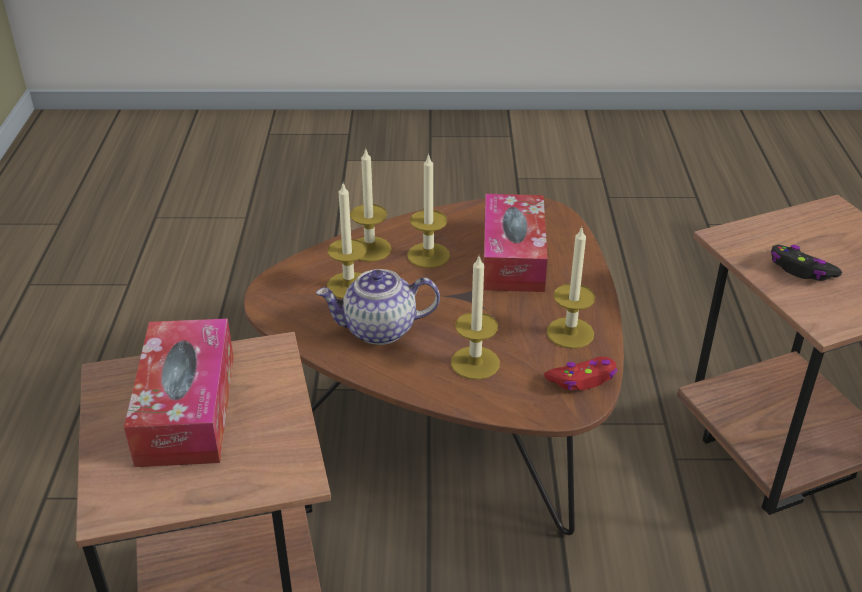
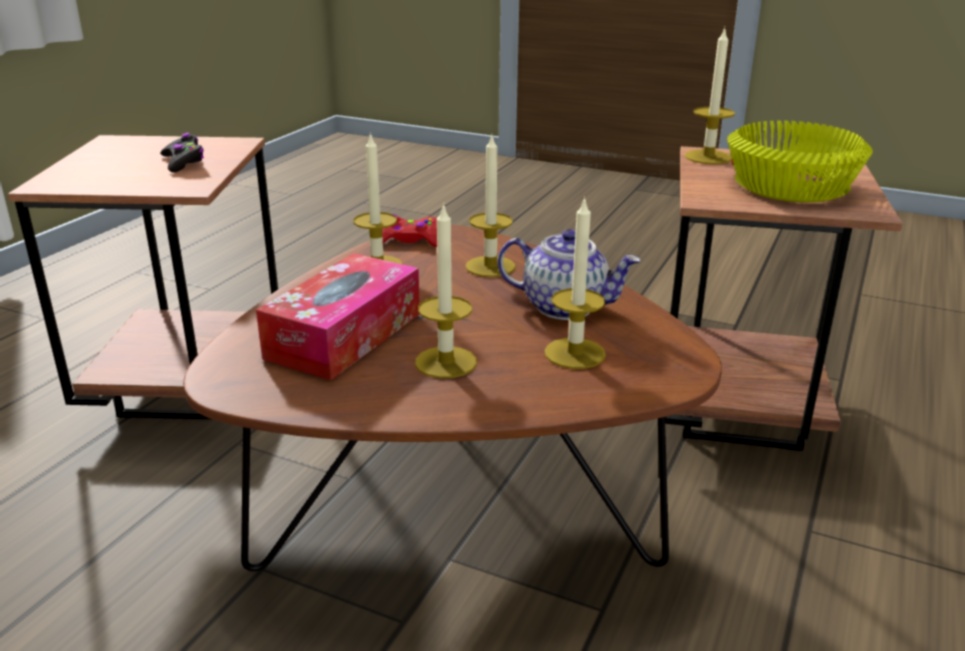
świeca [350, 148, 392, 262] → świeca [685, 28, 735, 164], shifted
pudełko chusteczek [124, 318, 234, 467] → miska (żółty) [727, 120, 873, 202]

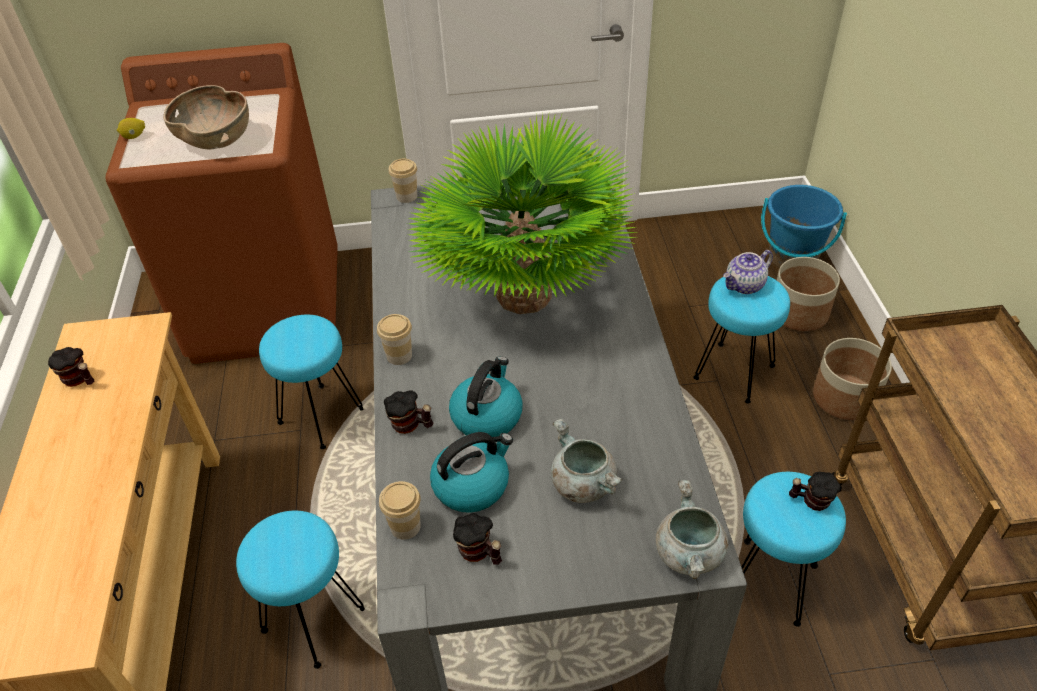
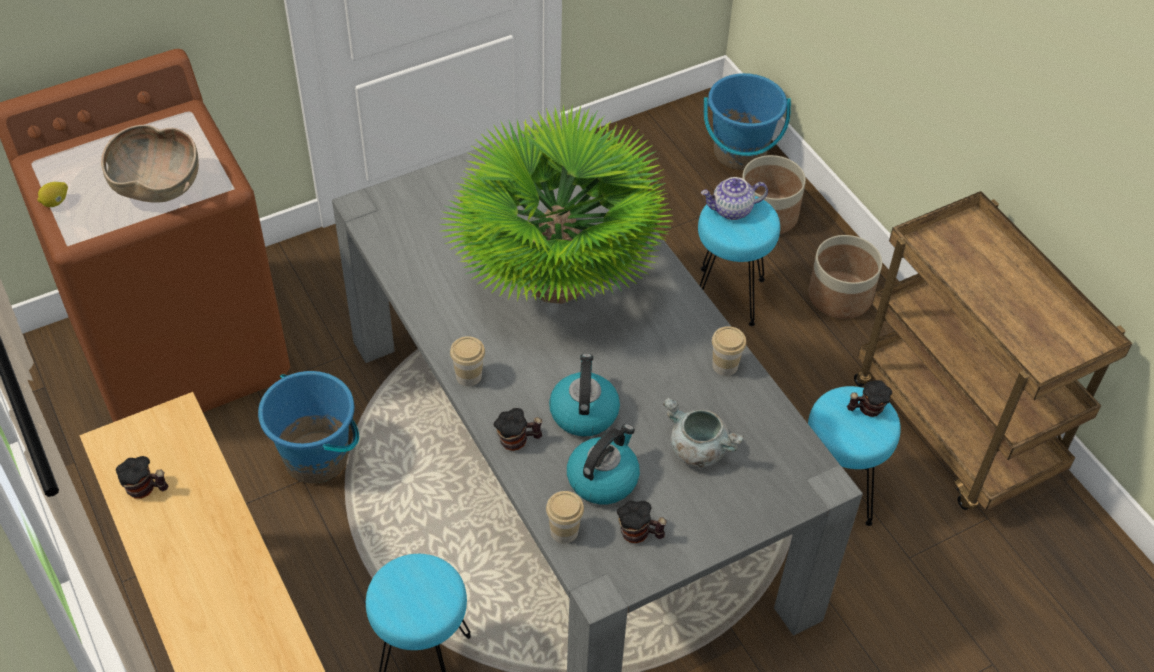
stołek (turkusowy) [259, 315, 363, 449] → wiadro (niebieski) [258, 371, 359, 484]
imbryk [723, 250, 773, 294] → imbryk [701, 177, 768, 220], 45 degrees clockwise
filiżanka [389, 159, 417, 203] → filiżanka [712, 326, 746, 376], shifted
garnek (szary) [656, 480, 728, 579] → -

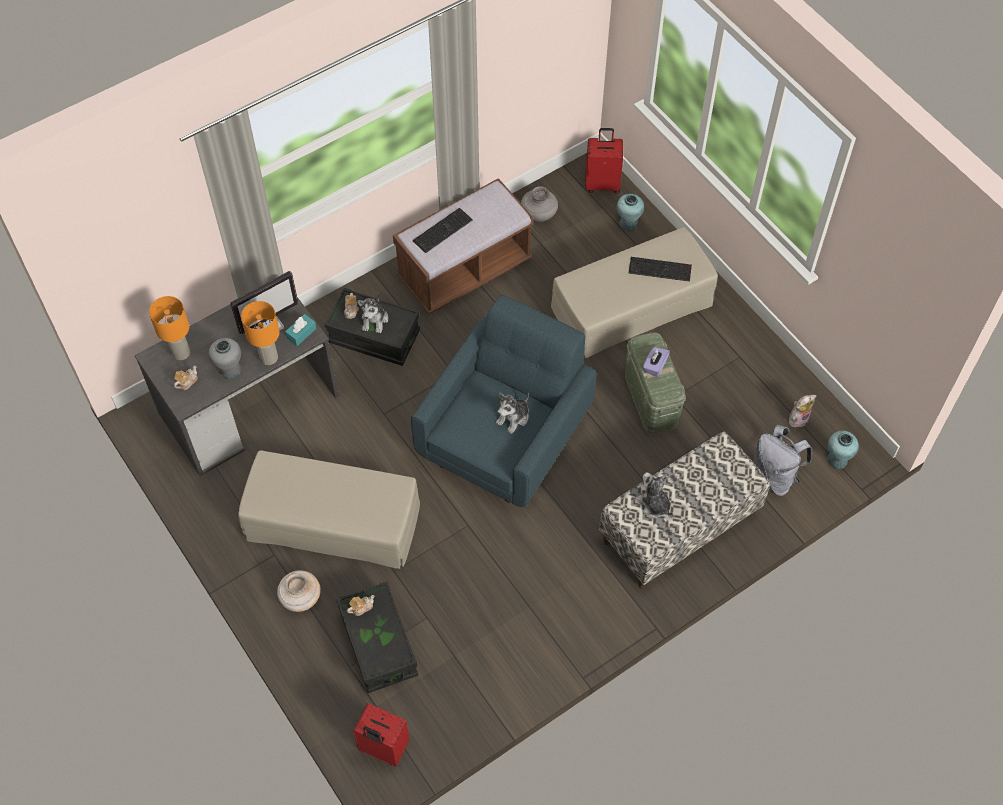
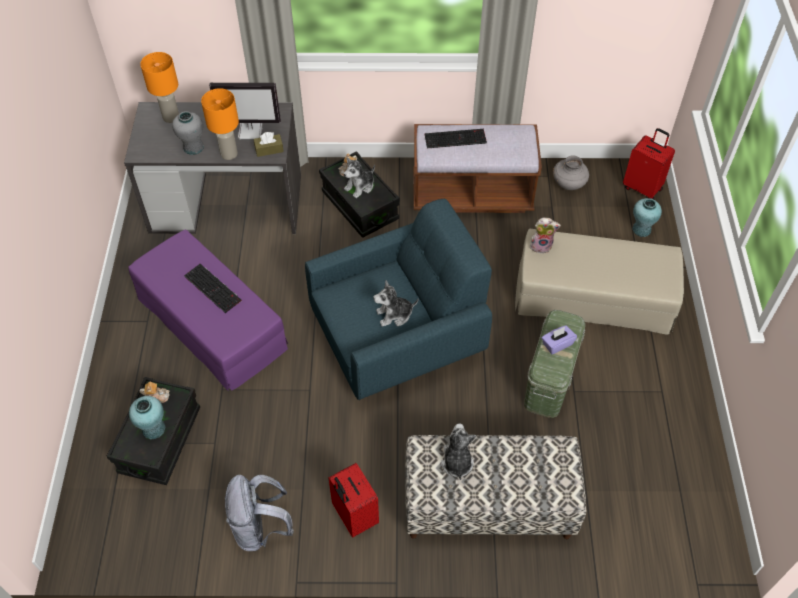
pufa (beżowy) [238, 450, 420, 569] → pufa (fioletowy) [128, 230, 288, 391]
wazon (turkusowy) [827, 430, 859, 469] → wazon (turkusowy) [129, 396, 165, 439], shifted
klawiatura [628, 257, 692, 282] → klawiatura [184, 264, 242, 313], shifted
plecak (szary) [753, 425, 812, 496] → plecak (szary) [225, 475, 294, 551], shifted
pudełko chusteczek (turkusowy) [285, 314, 316, 346] → pudełko chusteczek (brązowy) [254, 132, 284, 157]
walizka (czerwony) [353, 703, 410, 767] → walizka (czerwony) [328, 463, 379, 538], shifted
pluszak [789, 395, 817, 427] → pluszak [530, 218, 561, 254], shifted
imbryk [174, 366, 198, 390] → -
wazon (beżowy) [277, 570, 321, 612] → -

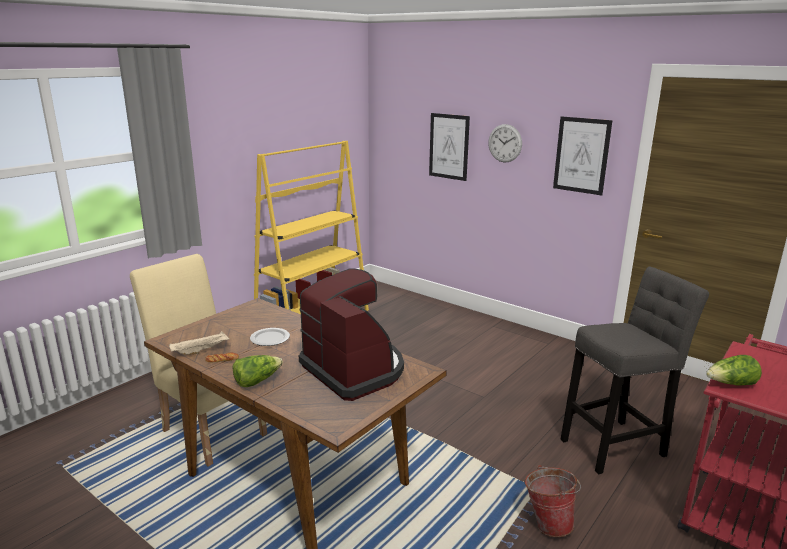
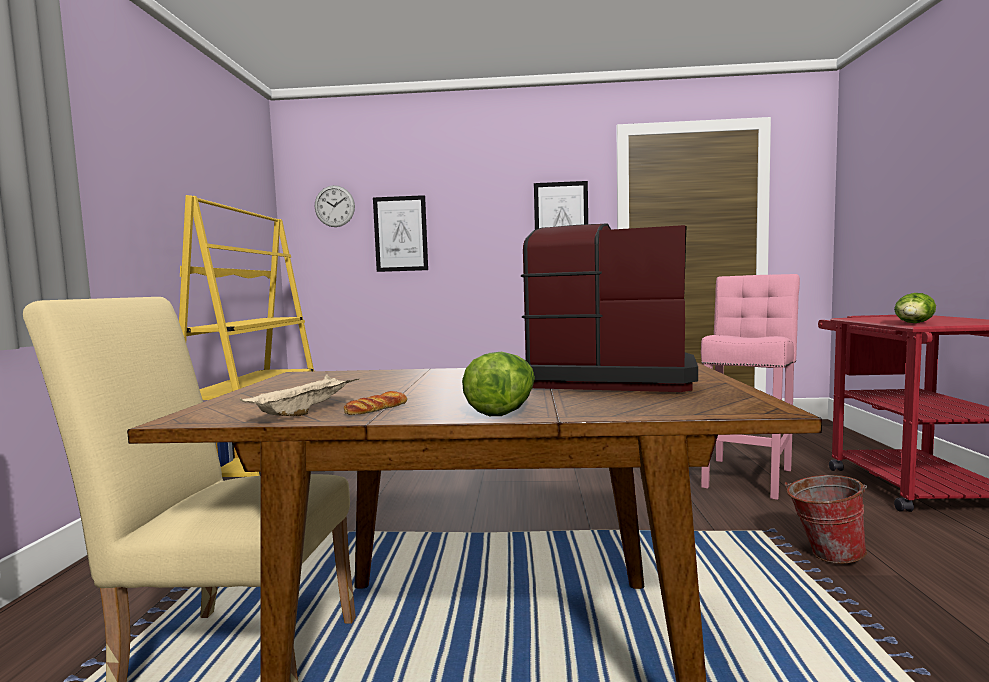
zegar ścienny [488, 124, 522, 162] → zegar ścienny [315, 185, 355, 227], shifted
stołek (szary) [560, 267, 709, 474] → stołek (różowy) [701, 274, 800, 500]
talerz [250, 328, 290, 346] → -

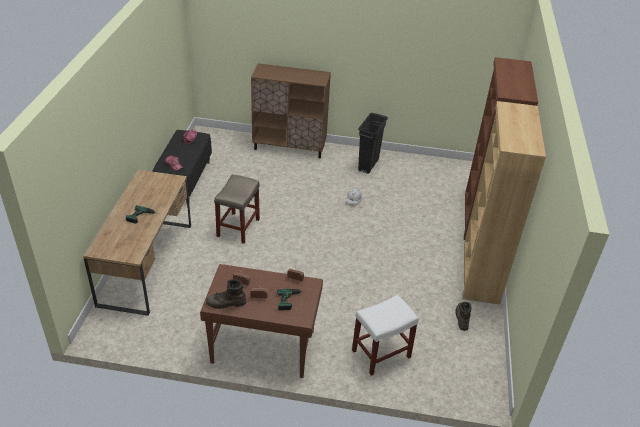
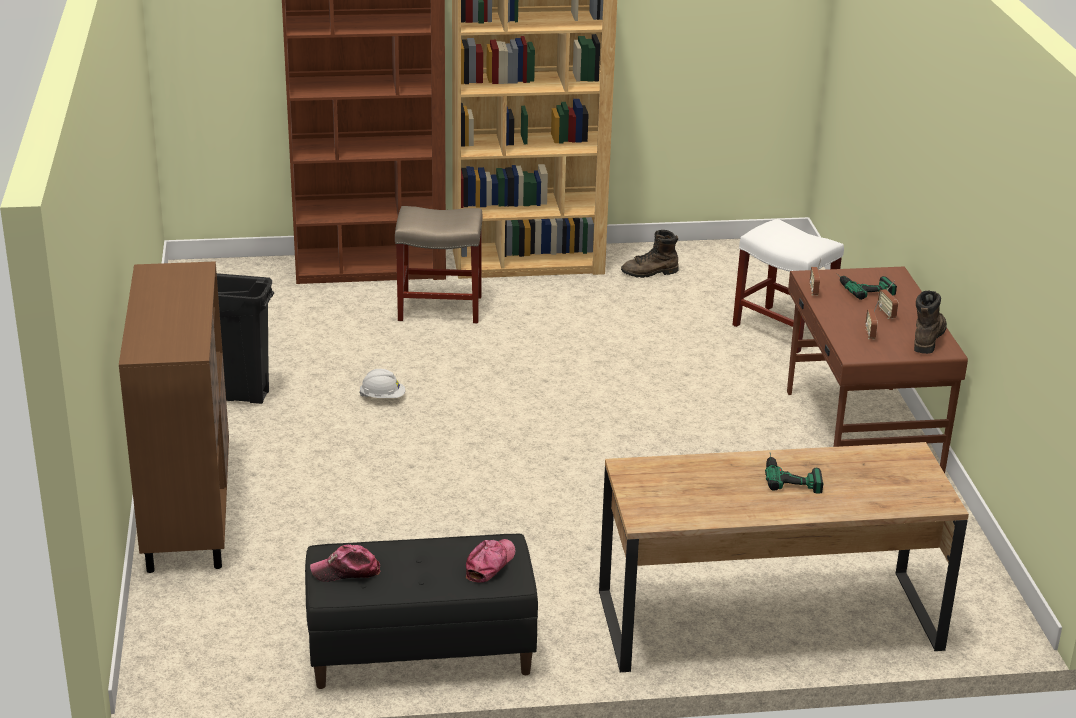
stołek (beżowy) [214, 175, 260, 244] → stołek (beżowy) [395, 206, 482, 323], shifted
but z cholewką (brązowy) [206, 279, 246, 309] → but z cholewką (brązowy) [914, 291, 947, 354], 135 degrees counterclockwise

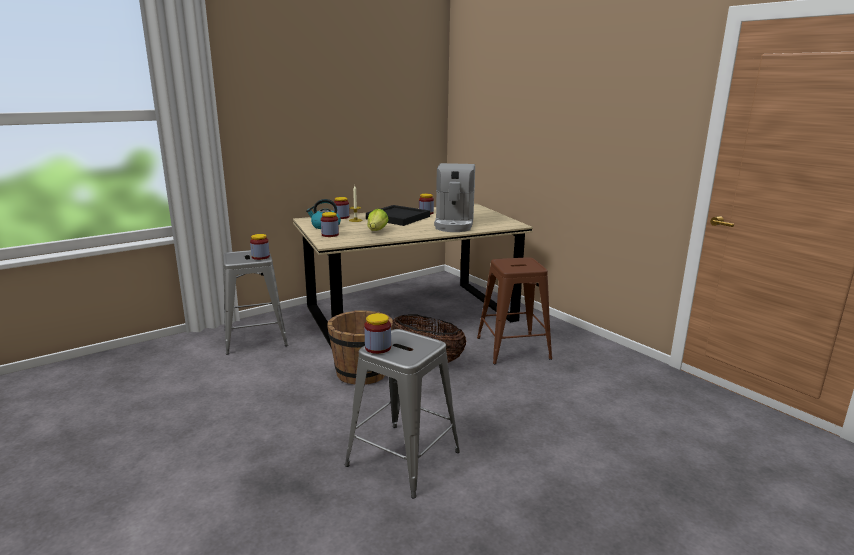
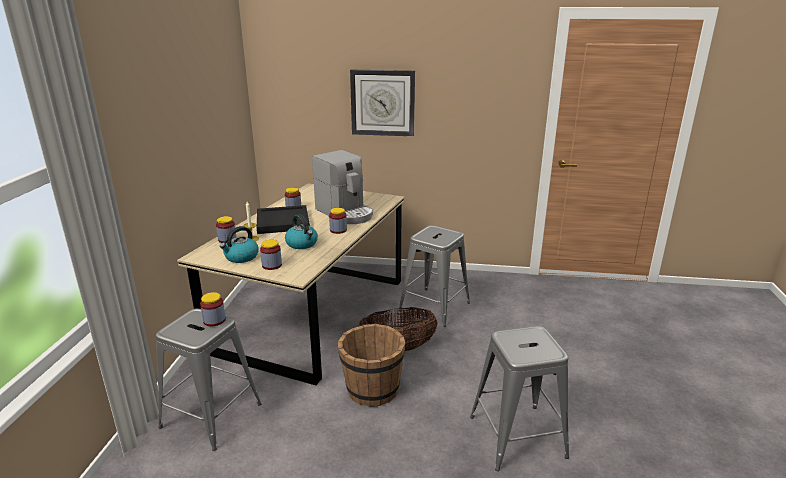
sałata [367, 209, 389, 231] → czajnik [285, 214, 318, 249]
słoik [364, 313, 391, 354] → słoik [329, 208, 347, 234], shifted
- → zegar ścienny [350, 70, 415, 136]
stołek (brązowy) [477, 257, 552, 364] → stołek (szary) [399, 225, 470, 327]

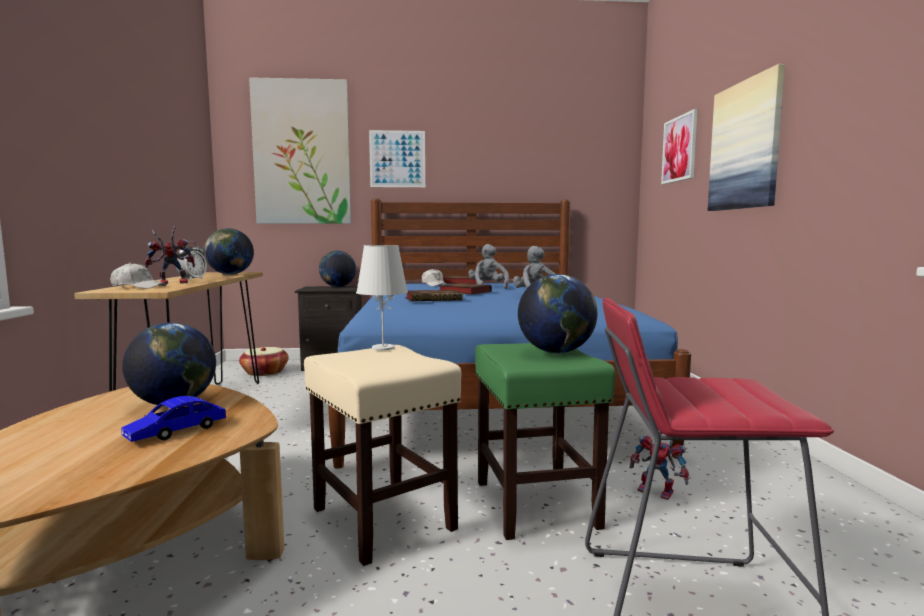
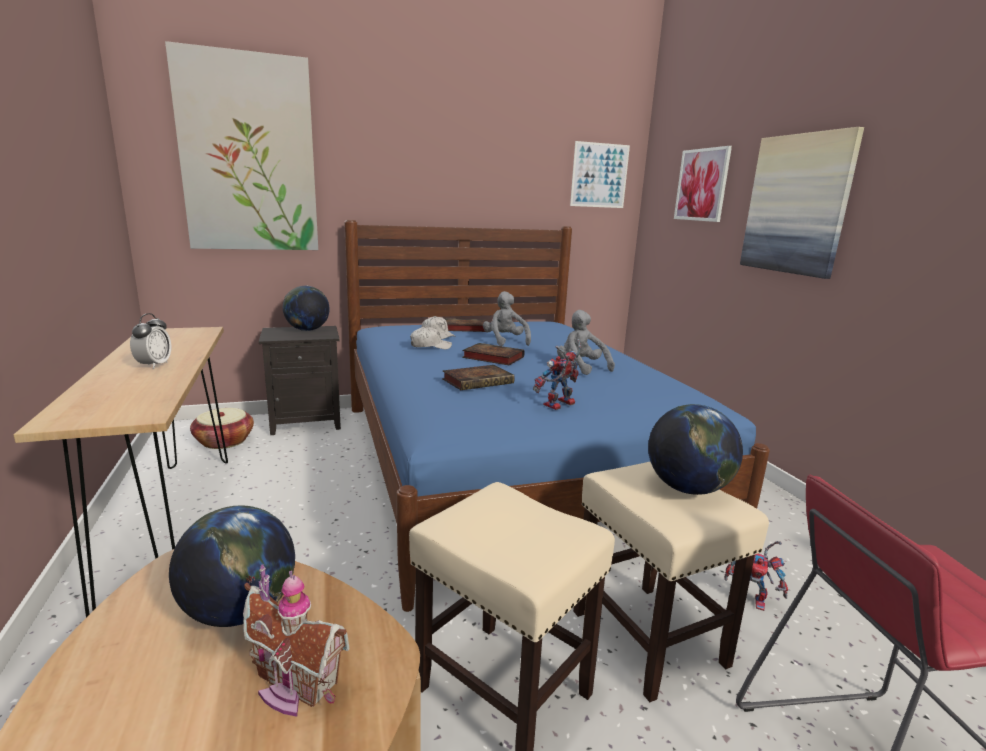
samochodzik (niebieski) [121, 396, 226, 442] → domek [243, 564, 350, 717]
czapka z daszkiem (biały) [110, 263, 167, 289] → czapka z daszkiem (biały) [410, 326, 452, 349], shifted
robot zabawkowy [145, 226, 195, 284] → robot zabawkowy [533, 339, 581, 410], shifted
obraz [369, 130, 425, 187] → obraz [570, 141, 630, 208], shifted
stołek (zielony) [475, 343, 615, 540] → stołek (beżowy) [573, 462, 769, 702]
globus [204, 228, 254, 275] → -
lampa stołowa (biały) [356, 245, 408, 350] → -

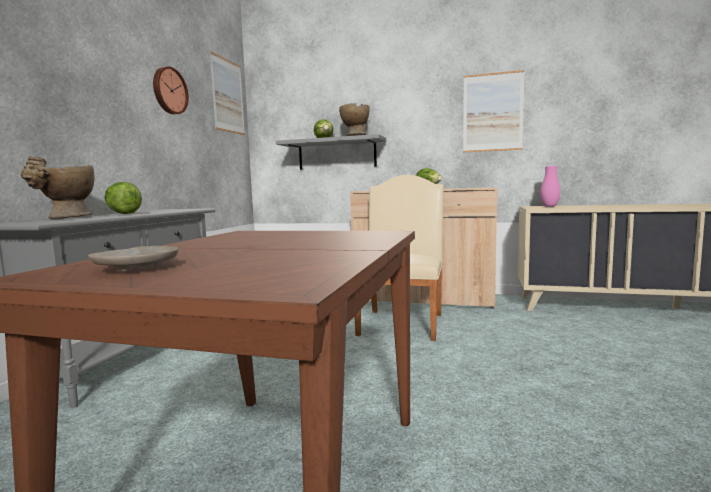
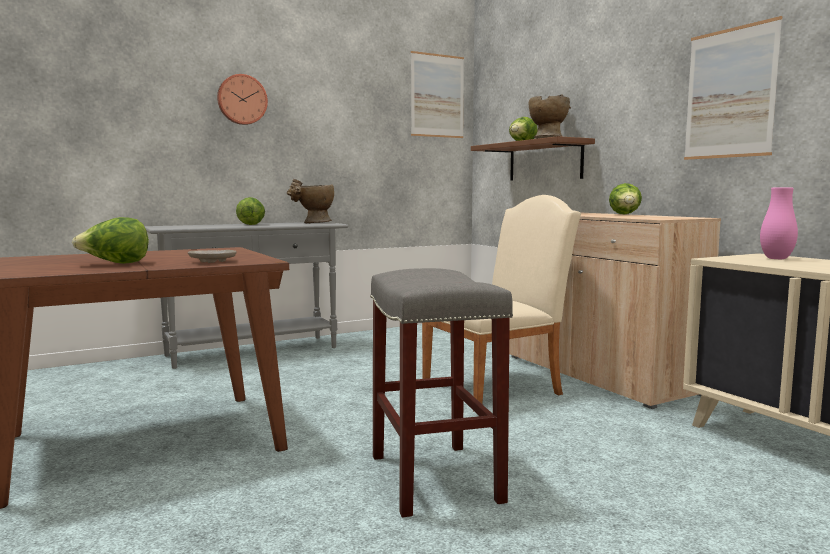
- → sałata [72, 217, 149, 264]
talerz (beżowy) [88, 246, 179, 272] → talerz (beżowy) [188, 250, 237, 263], shifted
zegar ścienny [153, 66, 189, 115] → zegar ścienny [217, 74, 268, 125], shifted
wazon (beżowy) [21, 156, 95, 219] → wazon (beżowy) [286, 179, 334, 223], shifted
- → stołek (szary) [370, 268, 513, 517]
półka (szary) [276, 134, 386, 170] → półka (brązowy) [471, 136, 595, 180]

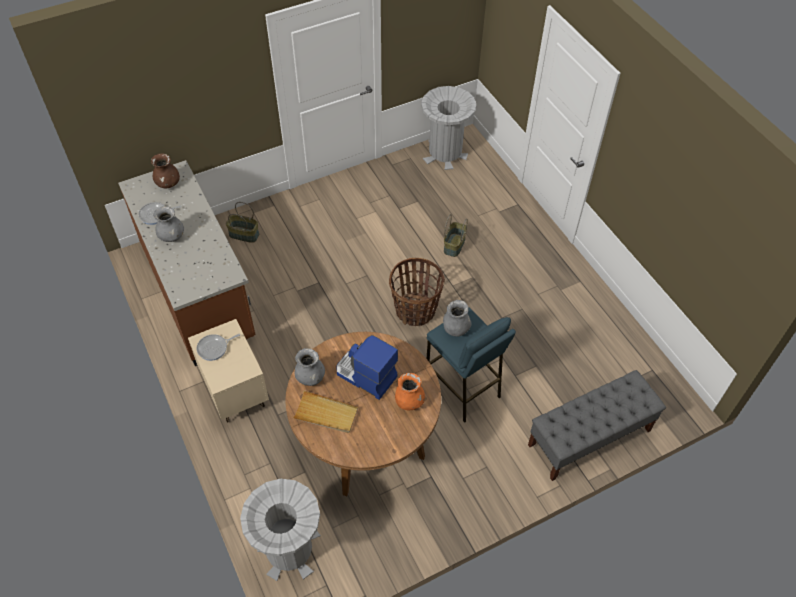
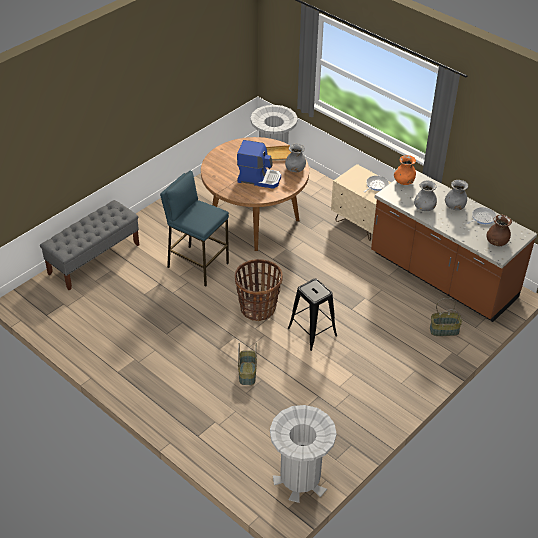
- → stołek (czarny) [288, 279, 337, 351]
wazon (pomarańczowy) [395, 373, 425, 410] → wazon (pomarańczowy) [394, 155, 416, 185], shifted
wazon (szary) [443, 300, 471, 337] → wazon (szary) [414, 180, 437, 211], shifted

